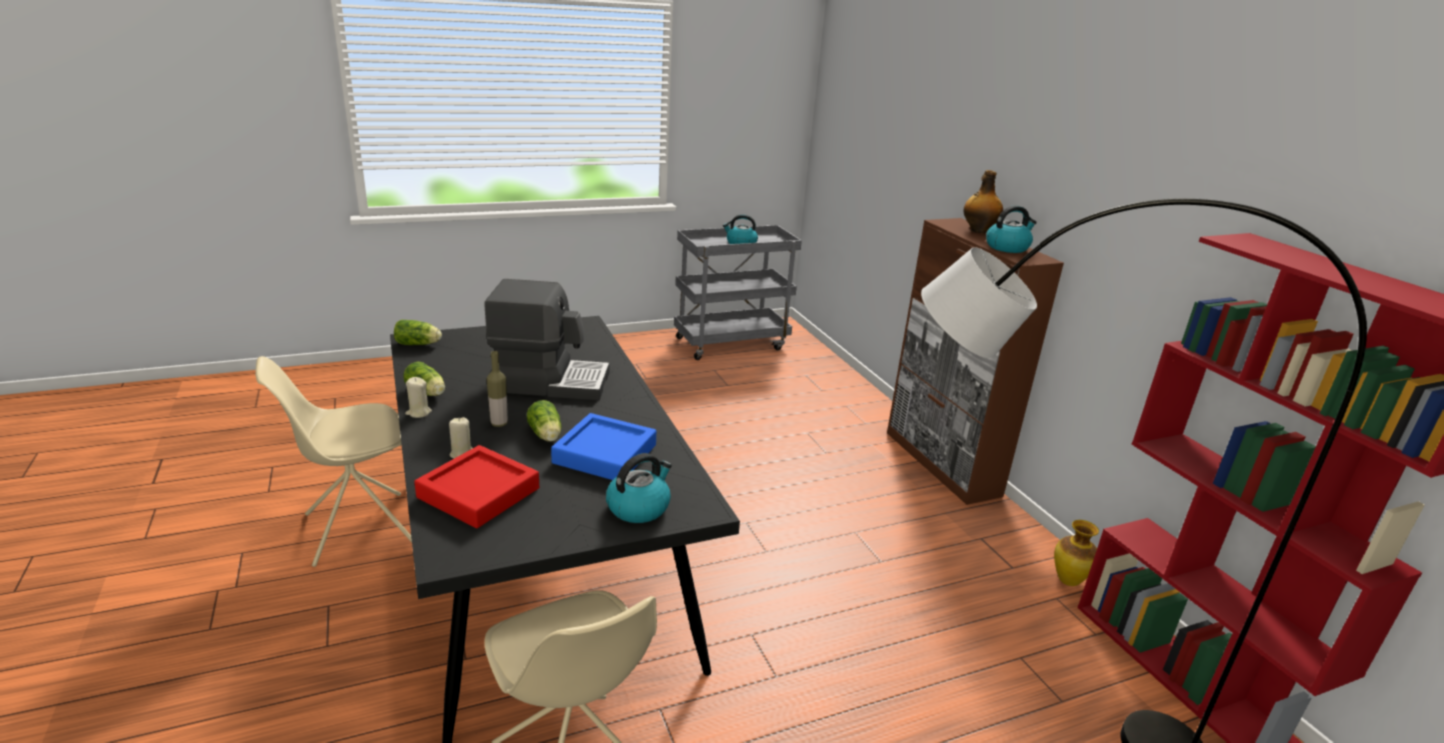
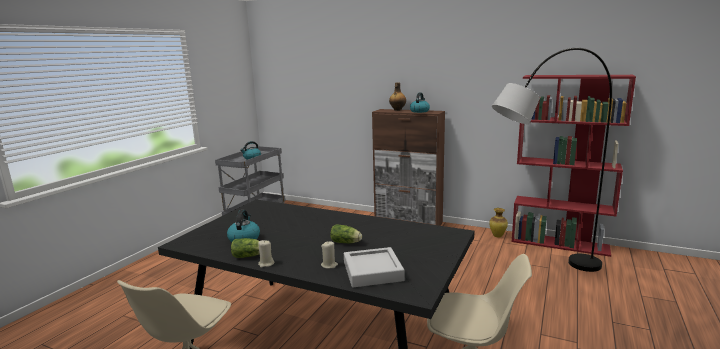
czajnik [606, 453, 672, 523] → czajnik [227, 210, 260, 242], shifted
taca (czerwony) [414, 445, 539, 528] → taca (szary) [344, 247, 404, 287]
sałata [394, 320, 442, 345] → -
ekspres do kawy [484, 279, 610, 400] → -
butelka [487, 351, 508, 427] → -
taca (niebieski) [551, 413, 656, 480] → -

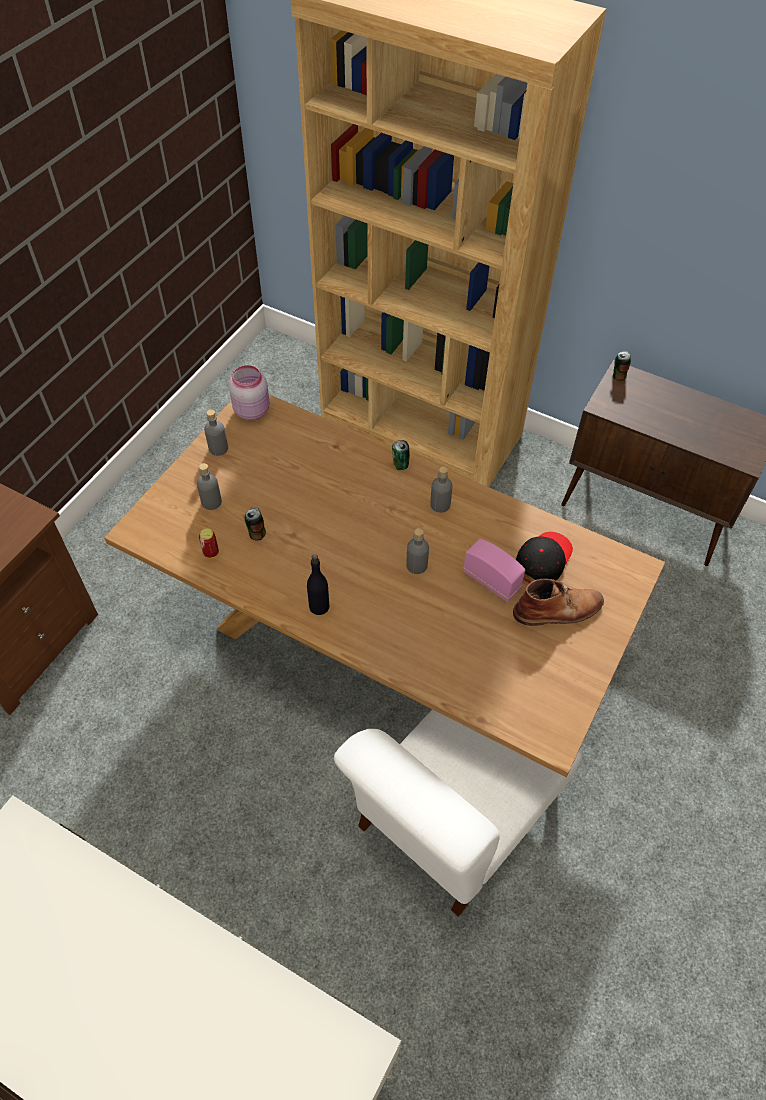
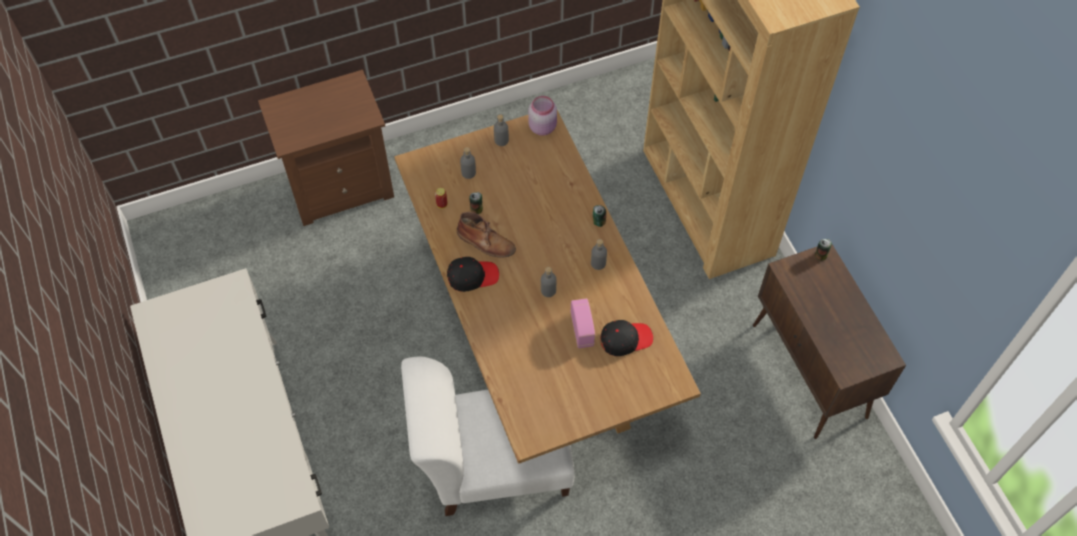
butelka (czarny) [307, 554, 329, 615] → czapka z daszkiem (czarny) [447, 257, 499, 292]
but z cholewką (brązowy) [513, 579, 604, 626] → but z cholewką (brązowy) [457, 212, 516, 258], shifted

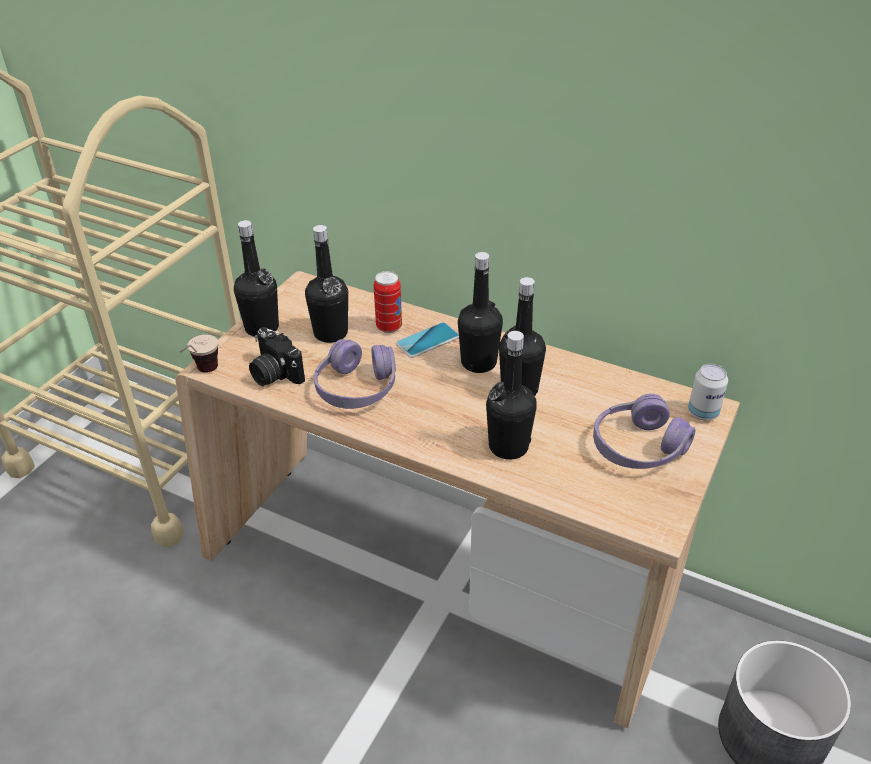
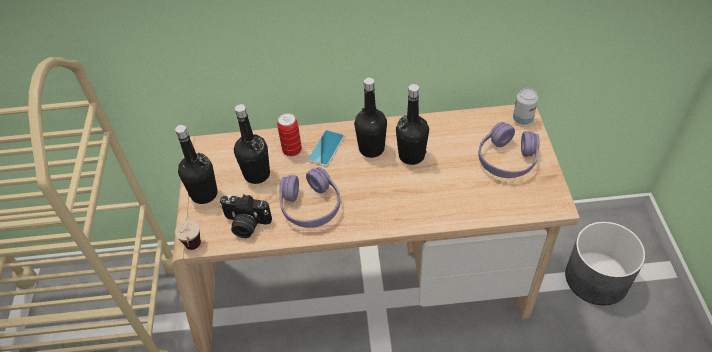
butelka (czarny) [486, 331, 537, 460] → -

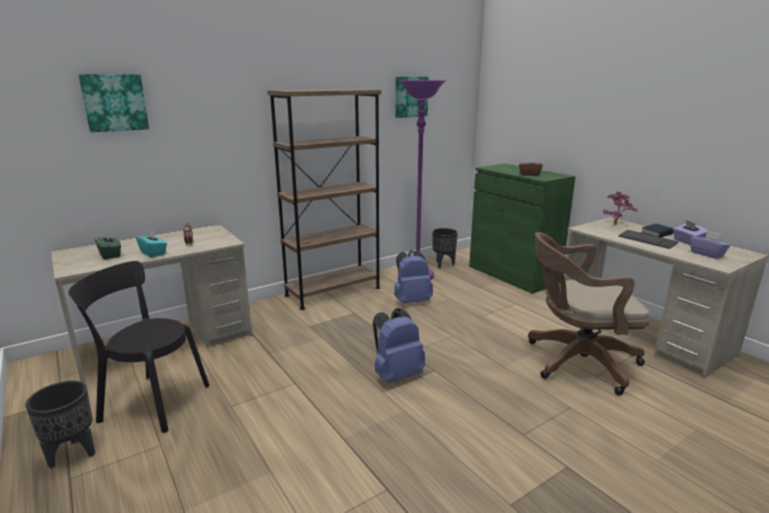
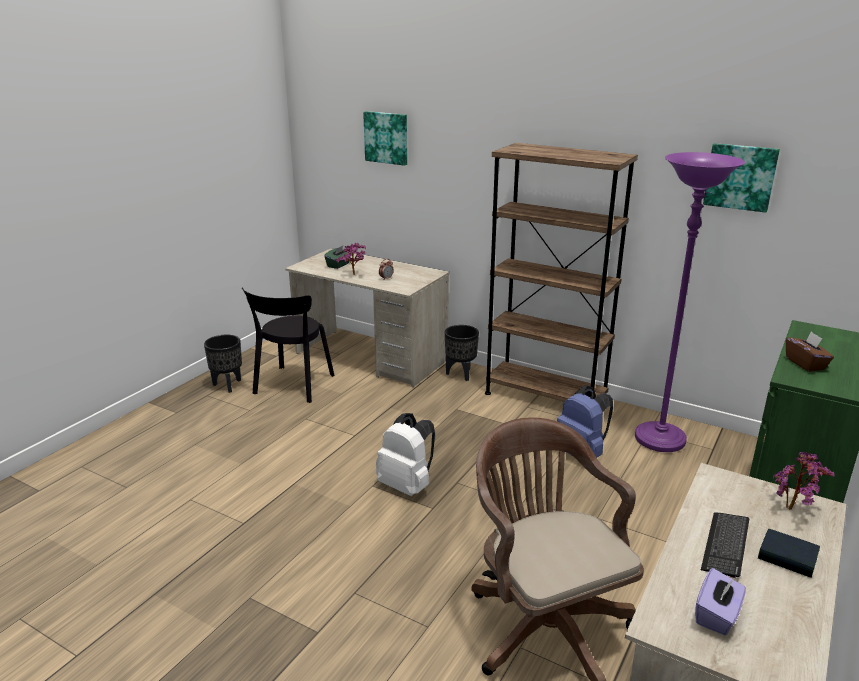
krzesło (czarny) [68, 261, 210, 433] → krzesło (czarny) [242, 288, 335, 403], 150 degrees counterclockwise
pudełko chusteczek (turkusowy) [136, 230, 167, 257] → roślina doniczkowa [336, 243, 366, 275]
plecak (niebieski) [373, 308, 425, 383] → plecak (biały) [376, 413, 435, 496]
donica (czarny) [432, 228, 458, 268] → donica (czarny) [445, 325, 479, 381], shifted
pudełko chusteczek (fioletowy) [673, 220, 708, 245] → -

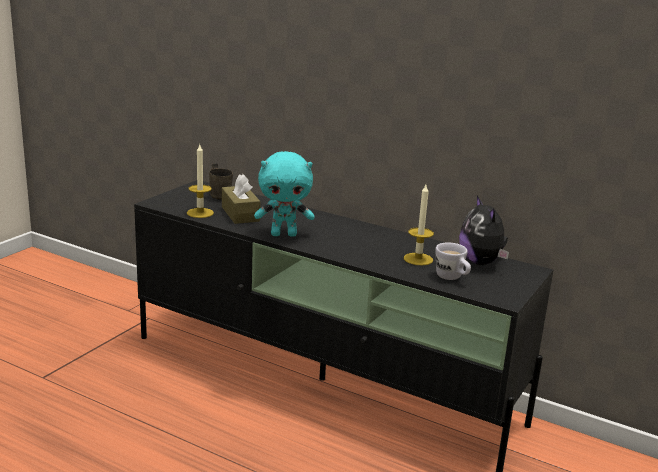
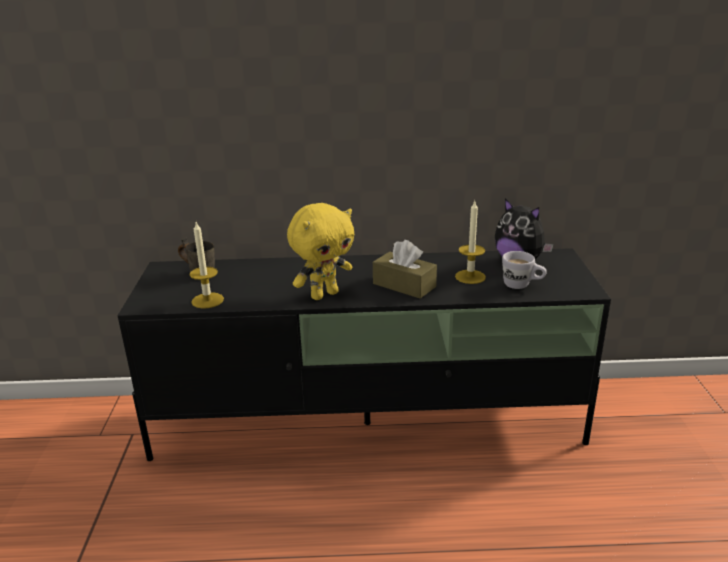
pluszak (turkusowy) [254, 151, 315, 237] → pluszak (żółty) [287, 203, 354, 300]
pudełko chusteczek (brązowy) [222, 174, 261, 224] → pudełko chusteczek (brązowy) [373, 240, 437, 299], shifted

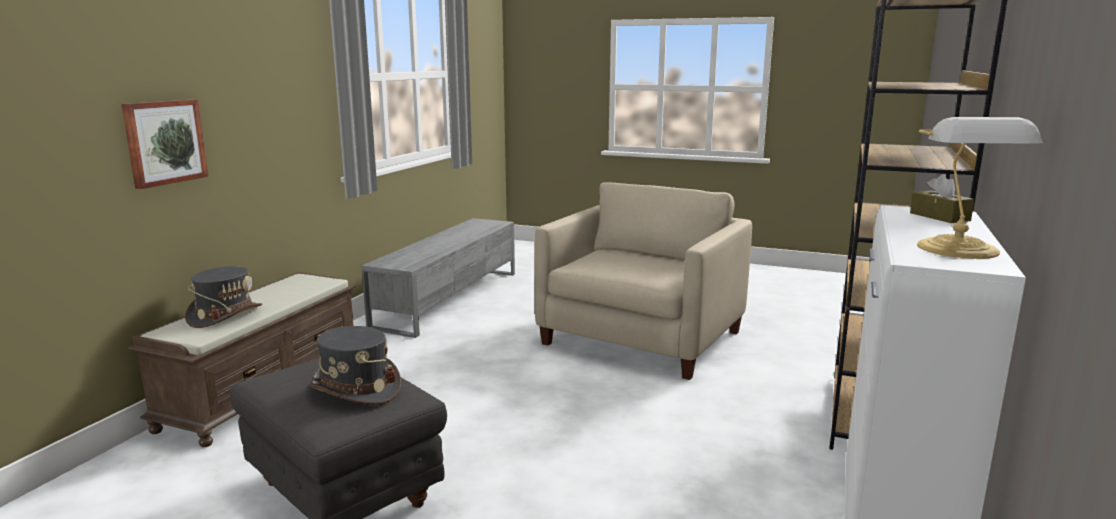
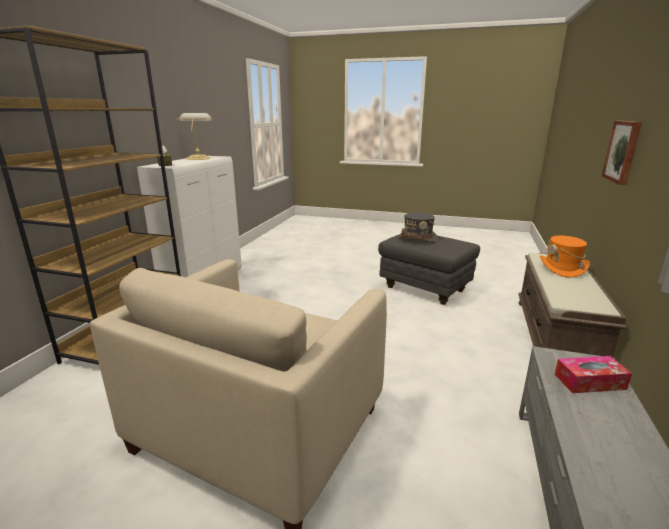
kapelusz (szary) [185, 266, 262, 328] → kapelusz (pomarańczowy) [540, 236, 590, 278]
- → pudełko chusteczek [554, 356, 632, 393]

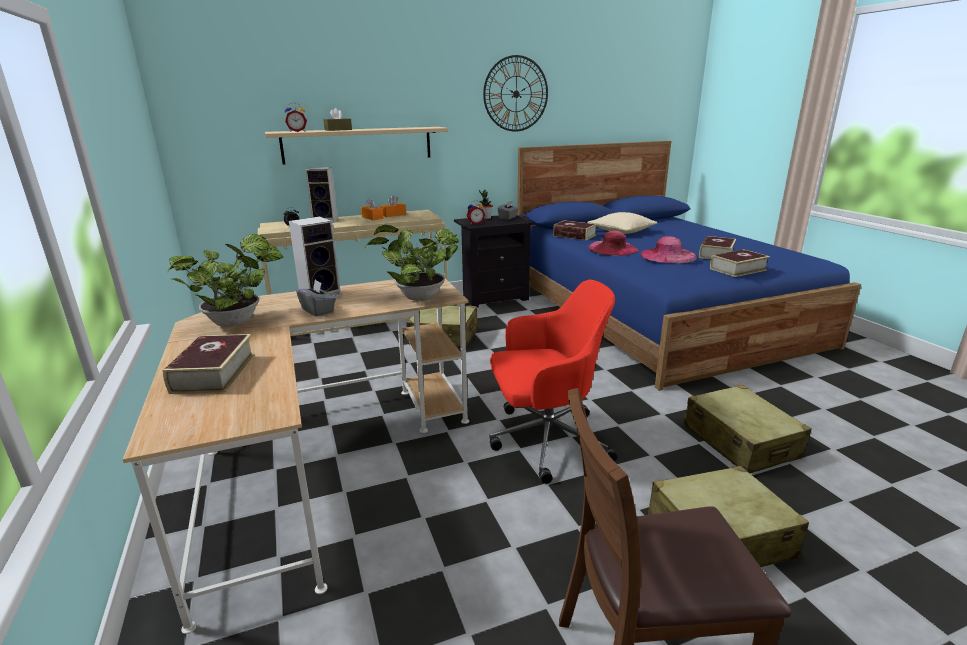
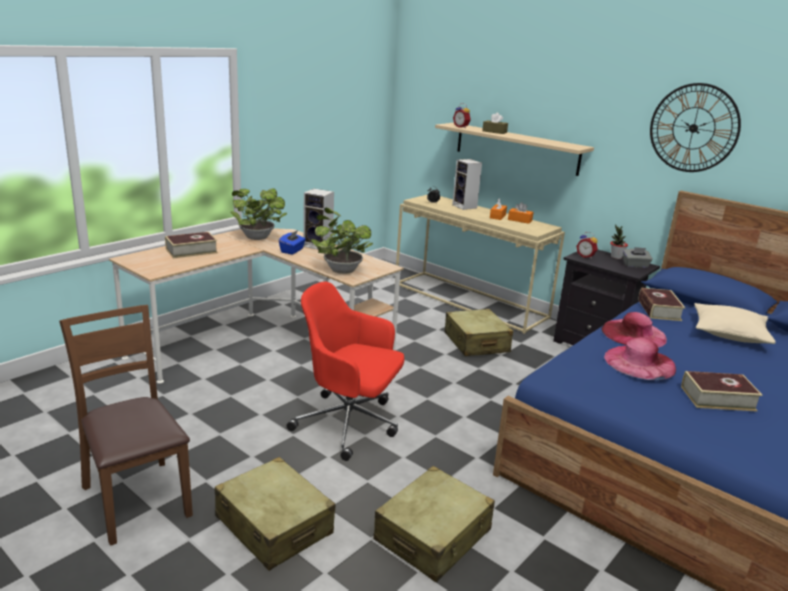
pudełko chusteczek (szary) [296, 280, 336, 317] → pudełko chusteczek (niebieski) [279, 230, 306, 255]
krzesło biurowe (czerwony) [490, 280, 617, 484] → krzesło biurowe (czerwony) [287, 282, 404, 461], 150 degrees clockwise
książka [710, 249, 770, 277] → -

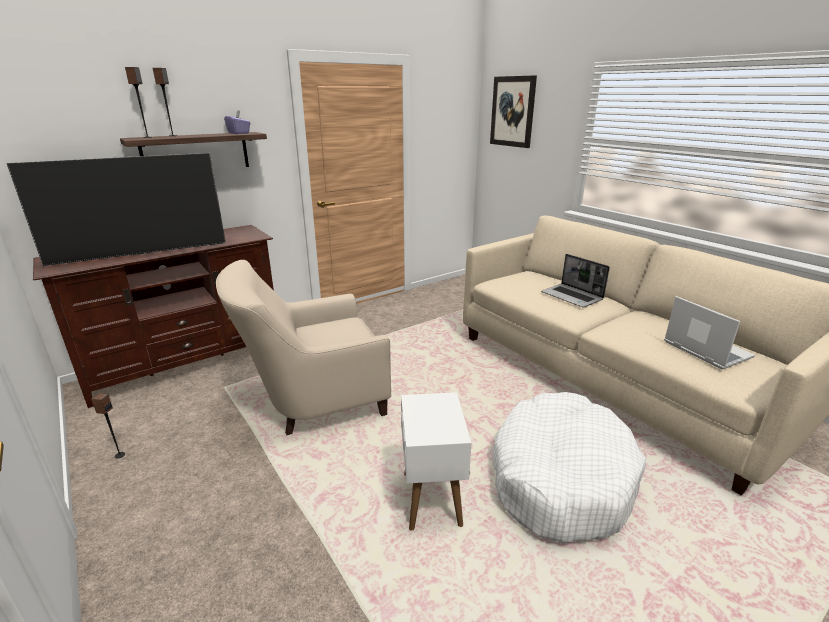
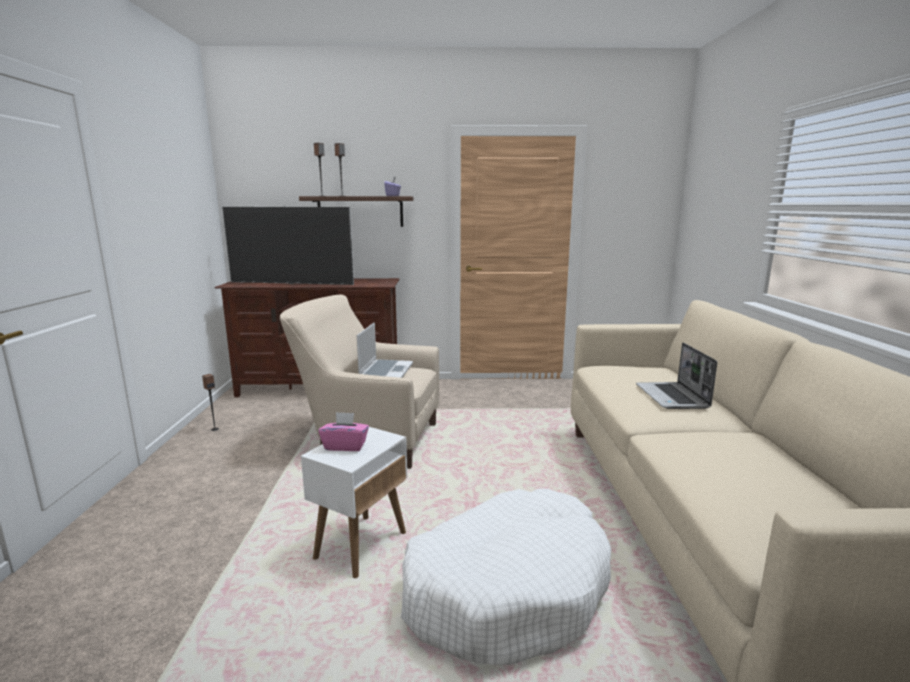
- → pudełko chusteczek (różowy) [318, 412, 369, 451]
laptop [664, 296, 755, 369] → laptop [357, 322, 413, 378], shifted
obraz [490, 75, 537, 148] → -

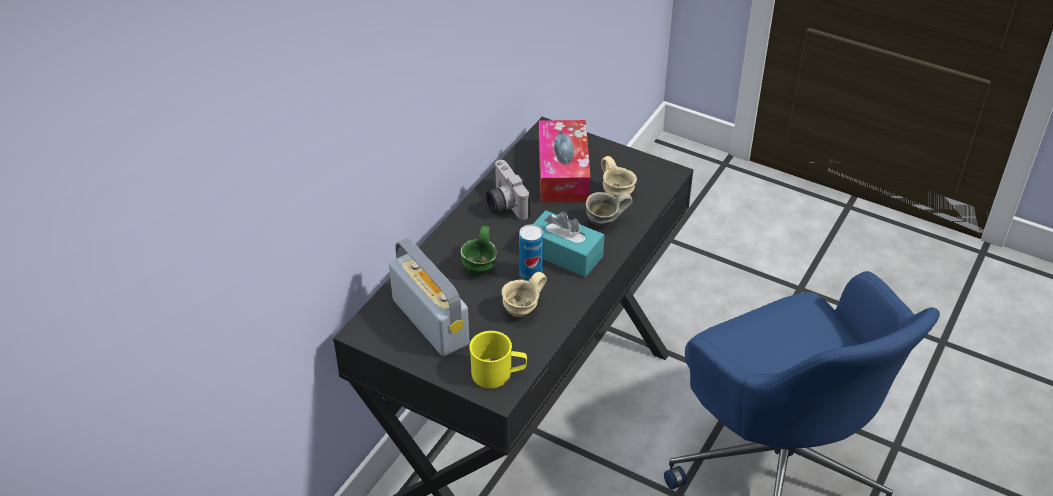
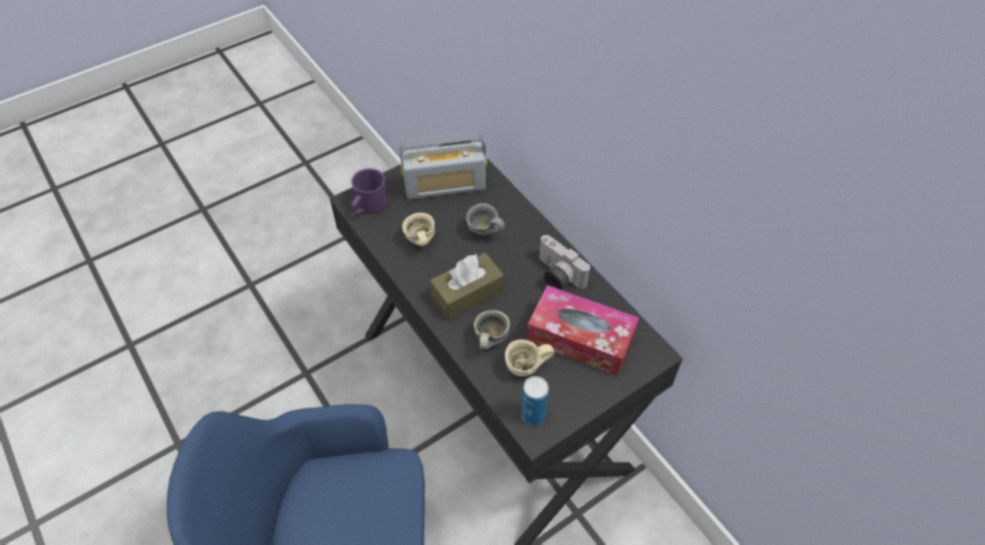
kubek (żółty) [469, 331, 527, 389] → kubek (fioletowy) [351, 168, 388, 214]
pudełko chusteczek (turkusowy) [532, 210, 604, 277] → pudełko chusteczek (brązowy) [430, 253, 504, 320]
kubek (zielony) [460, 226, 497, 275] → kubek (szary) [466, 203, 505, 236]
puszka [519, 224, 543, 281] → puszka [521, 376, 549, 426], shifted
aparat fotograficzny [486, 160, 531, 220] → aparat fotograficzny [539, 235, 591, 290], 135 degrees counterclockwise

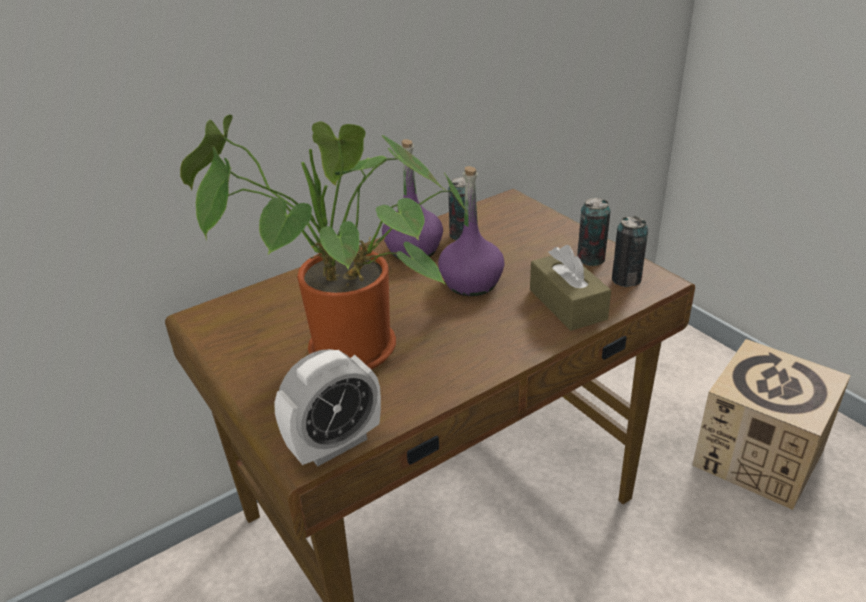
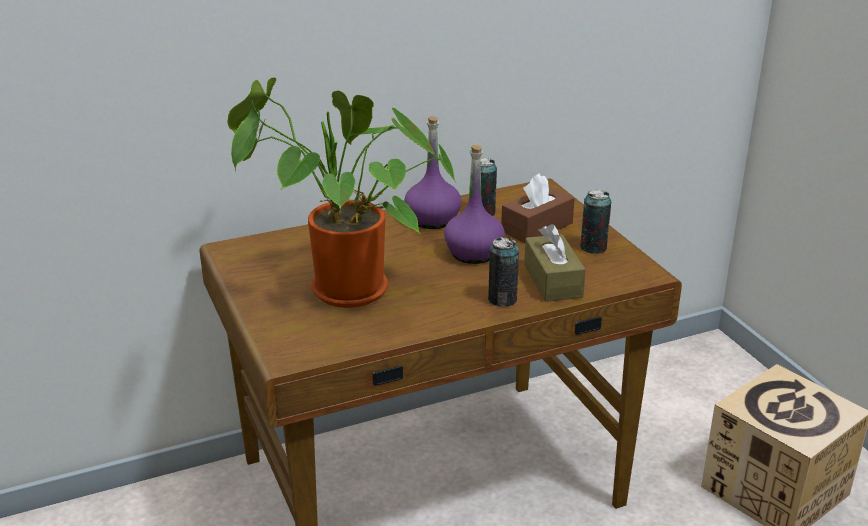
puszka [612, 216, 648, 287] → puszka [488, 237, 519, 307], shifted
- → pudełko chusteczek (brązowy) [501, 173, 575, 243]
budzik [274, 349, 381, 466] → -

